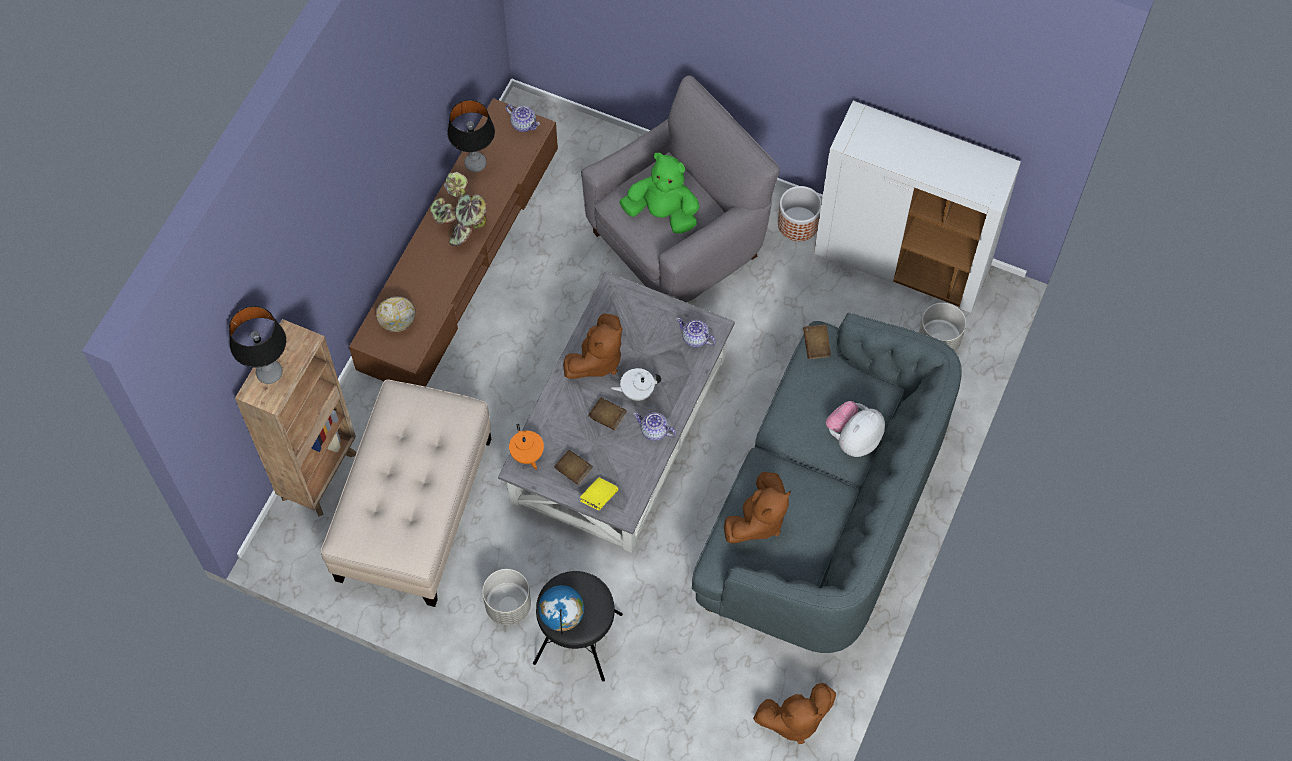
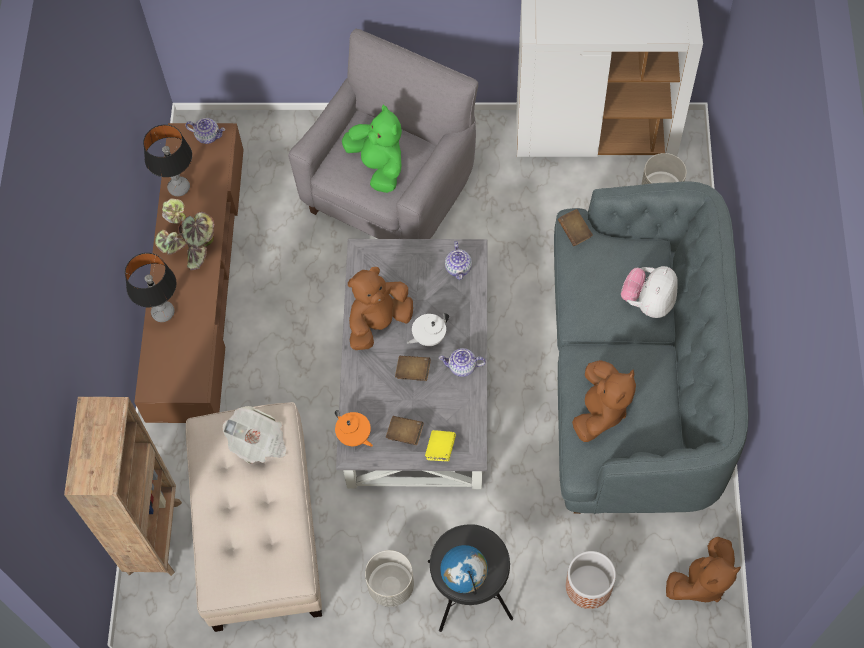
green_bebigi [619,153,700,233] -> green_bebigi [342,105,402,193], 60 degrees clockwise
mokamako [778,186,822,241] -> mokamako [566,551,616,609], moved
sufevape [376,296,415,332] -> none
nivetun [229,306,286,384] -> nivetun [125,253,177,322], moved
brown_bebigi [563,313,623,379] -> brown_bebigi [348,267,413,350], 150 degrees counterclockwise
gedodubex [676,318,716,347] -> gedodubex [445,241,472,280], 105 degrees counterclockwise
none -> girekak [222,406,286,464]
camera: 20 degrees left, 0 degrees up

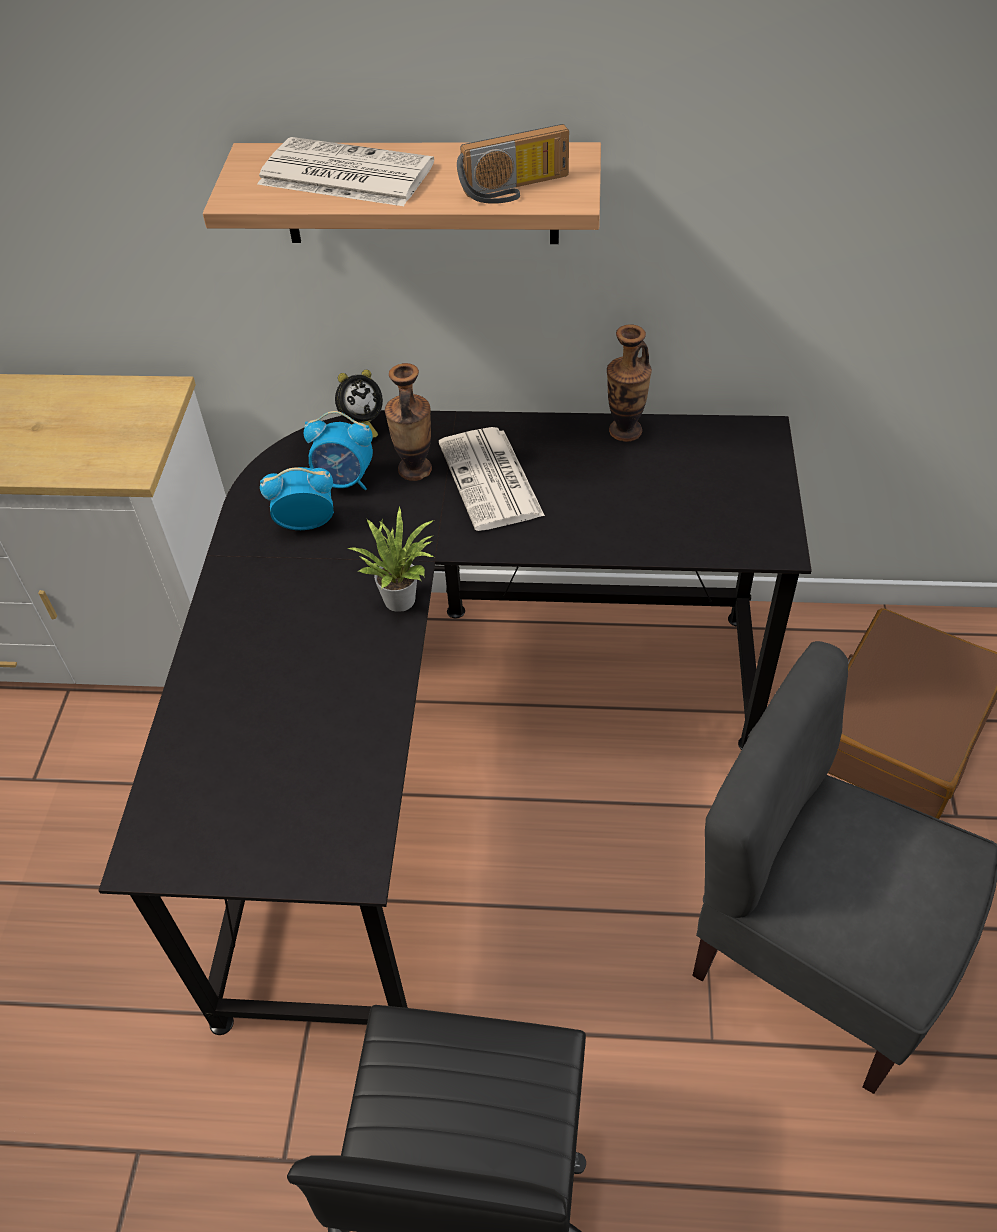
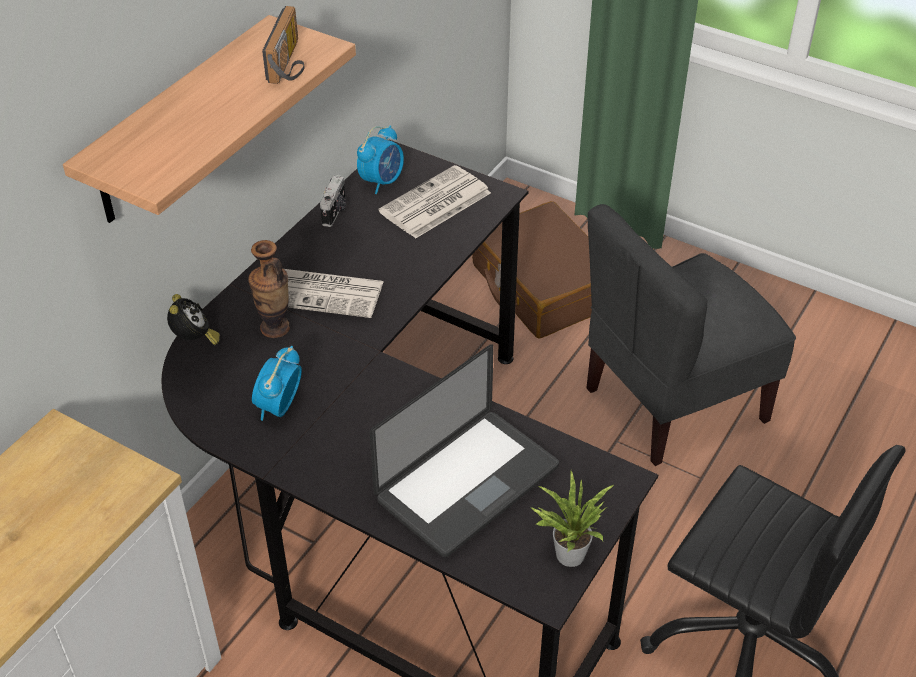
girekak [257,137,434,206] -> girekak [378,165,491,239], moved
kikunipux [607,324,652,442] -> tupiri [320,175,346,227]
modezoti [304,411,373,490] -> modezoti [357,126,404,194], moved
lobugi [348,507,434,612] -> lobugi [531,471,614,567], moved
none -> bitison [369,344,559,557]
camera: 65 degrees left, 5 degrees down

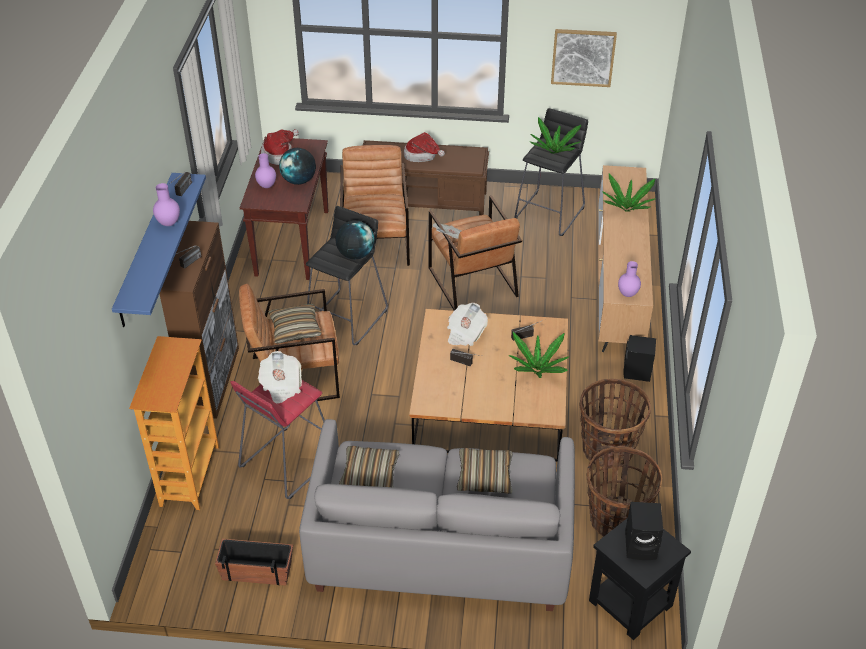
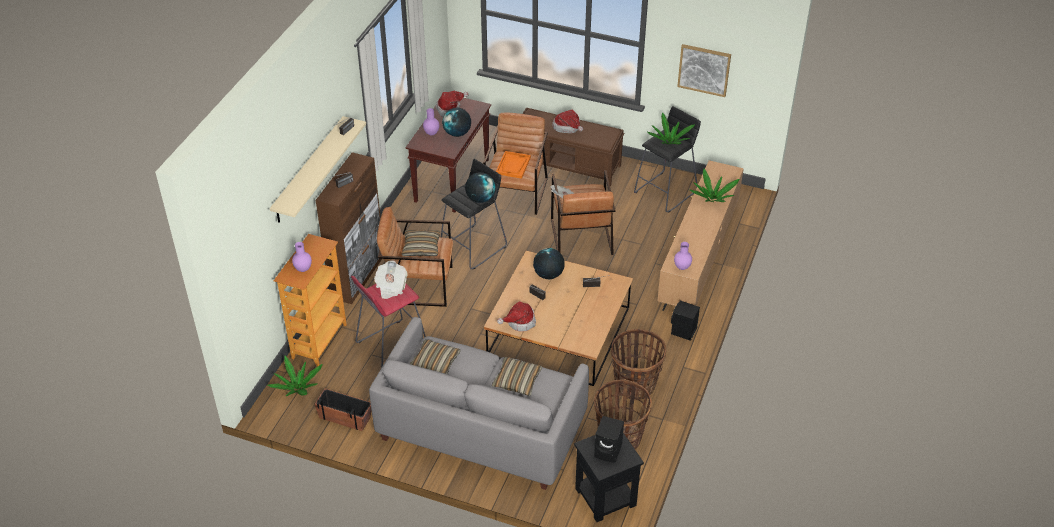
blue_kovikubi [112,173,206,327] -> beige_kovikubi [270,116,366,223]
purple_kikunipux [153,183,180,226] -> purple_kikunipux [292,242,312,272], moved
girekak [447,303,488,346] -> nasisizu [533,248,565,279]
lobugi [509,332,569,378] -> lobugi [267,356,323,396], moved
none -> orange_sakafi [496,151,531,179]
none -> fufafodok [497,301,536,332]
camera: 15 degrees right, 0 degrees up

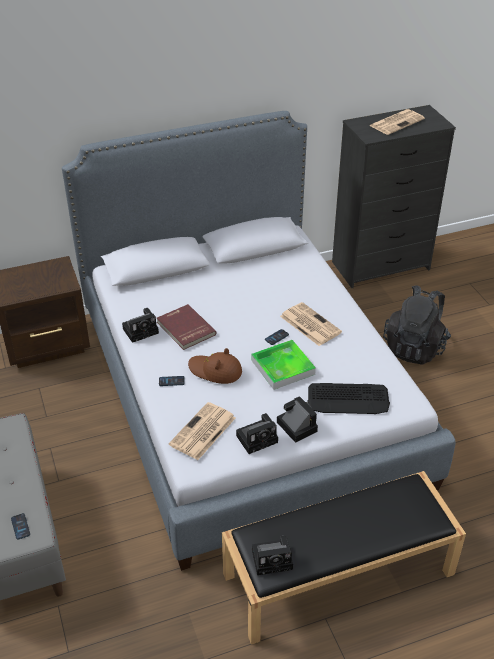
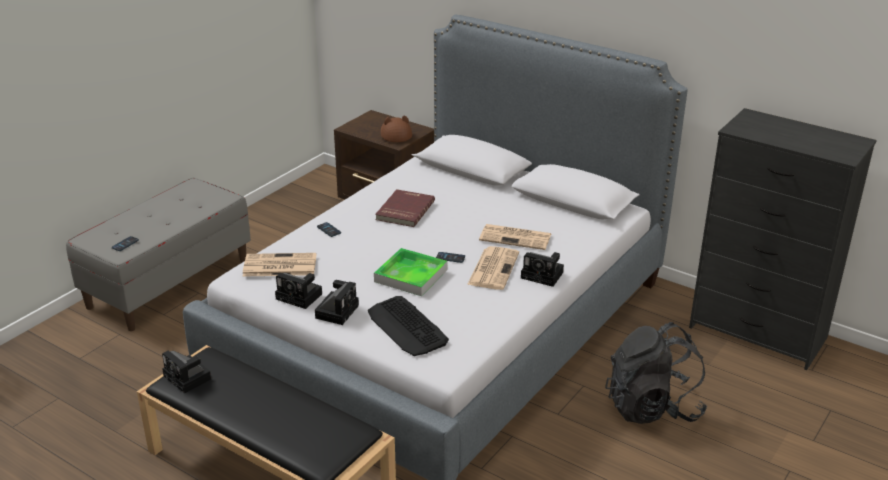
girekak [369,109,425,135] -> girekak [479,224,551,250], moved
tupiri [122,308,159,343] -> tupiri [521,252,564,287], moved
brown_fufafodok [188,348,242,384] -> brown_fufafodok [381,115,412,142], moved
camera: 55 degrees right, 10 degrees down

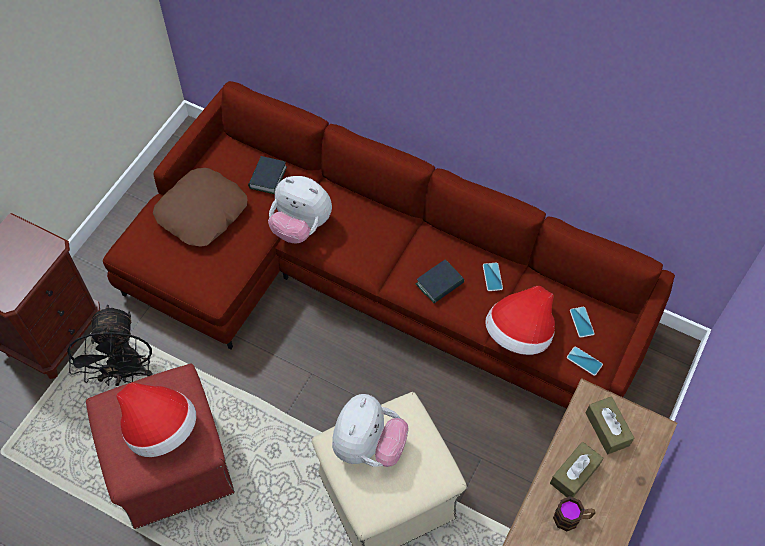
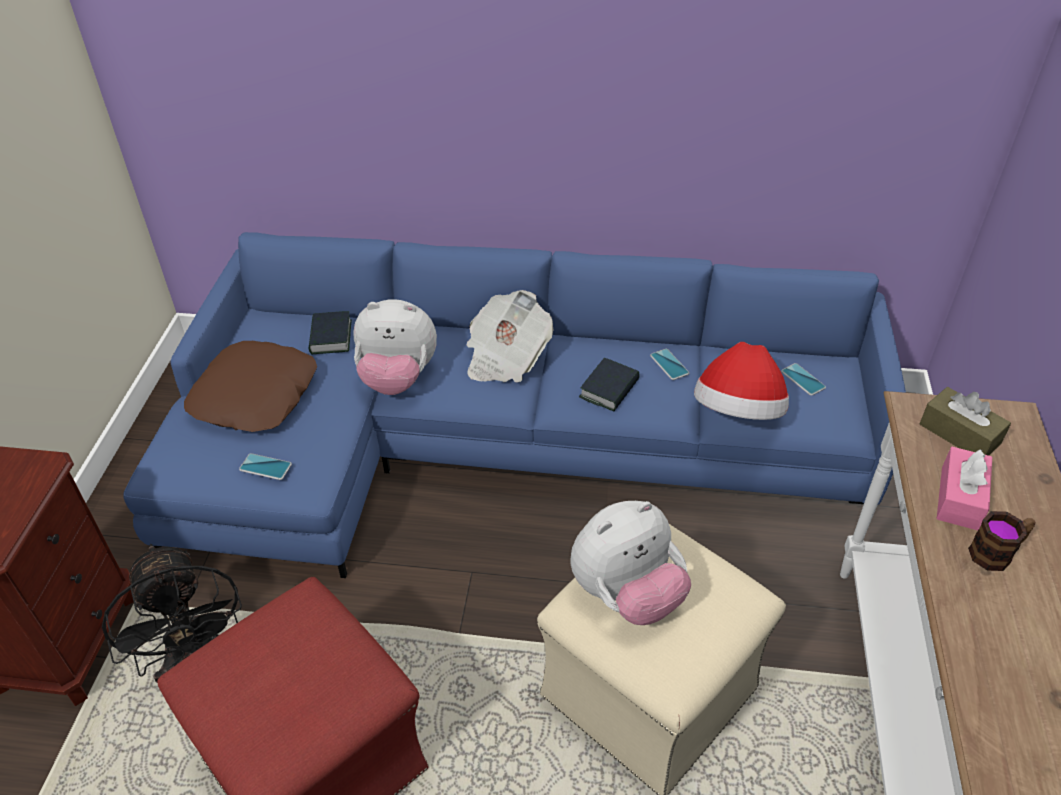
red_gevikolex [103,81,675,409] -> blue_gevikolex [123,232,906,578]
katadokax [567,346,603,376] -> katadokax [239,453,292,480], moved
fufafodok [116,383,196,457] -> none
bebigi [332,394,409,467] -> bebigi [571,501,691,625], 60 degrees clockwise
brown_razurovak [550,442,603,497] -> pink_razurovak [937,447,992,530]
none -> girekak [466,290,554,383]
camera: 20 degrees left, 15 degrees down

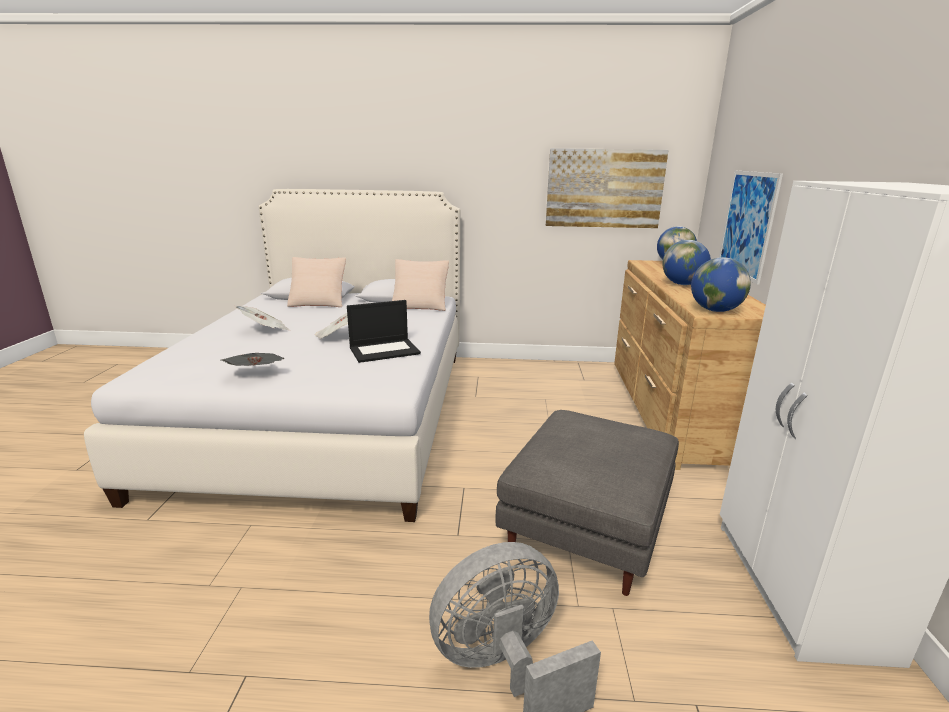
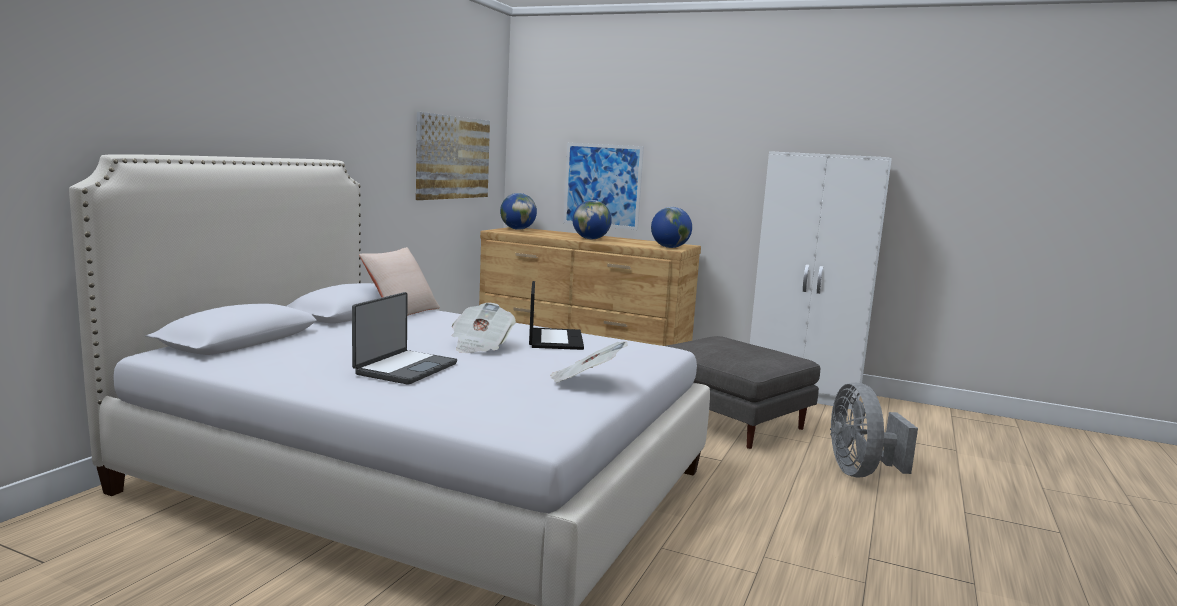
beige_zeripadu [287,257,346,307] -> none
girekak [234,306,290,330] -> bitison [352,292,457,385]
camera: 70 degrees left, 10 degrees down

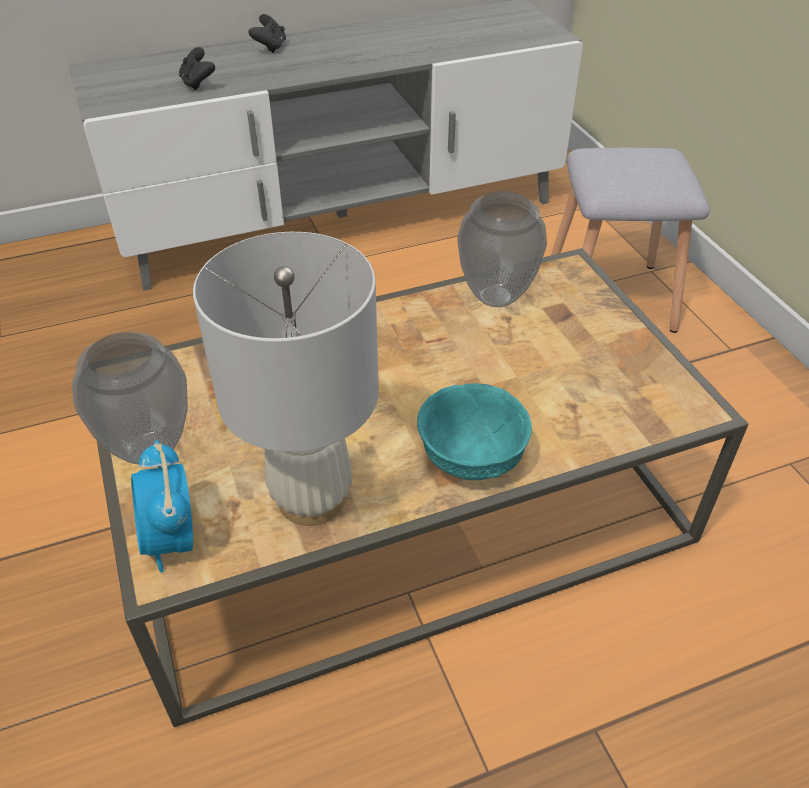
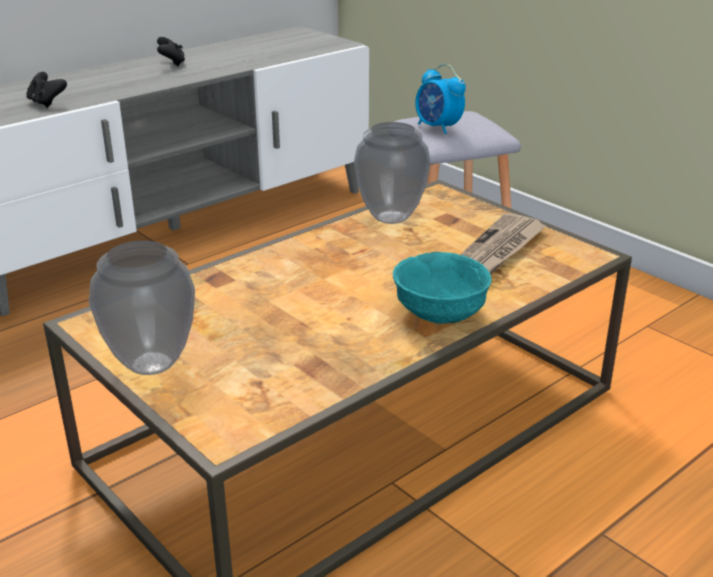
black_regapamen [249,14,286,53] -> black_regapamen [157,37,185,66], moved
white_nivetun [193,232,379,526] -> none
modezoti [131,440,193,572] -> modezoti [415,64,466,134], moved
none -> girekak [460,213,547,275]
camera: 20 degrees left, 15 degrees down

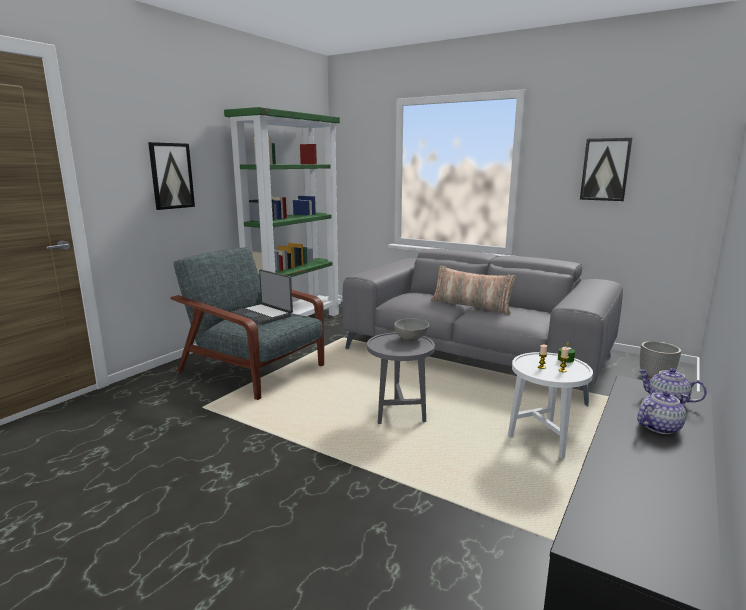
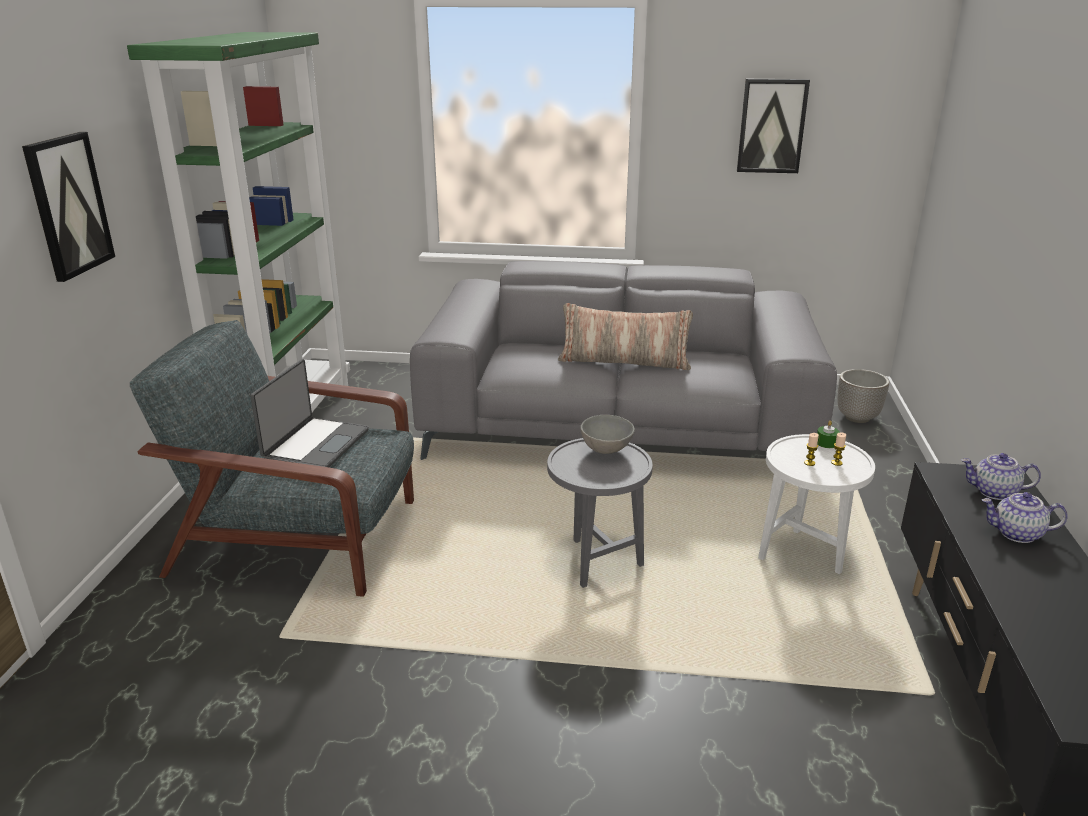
bitison [231,269,293,325] -> bitison [251,359,369,467], 90 degrees counterclockwise
gedodubex [637,391,689,434] -> gedodubex [982,492,1068,543], 120 degrees counterclockwise
camera: 25 degrees left, 10 degrees up

